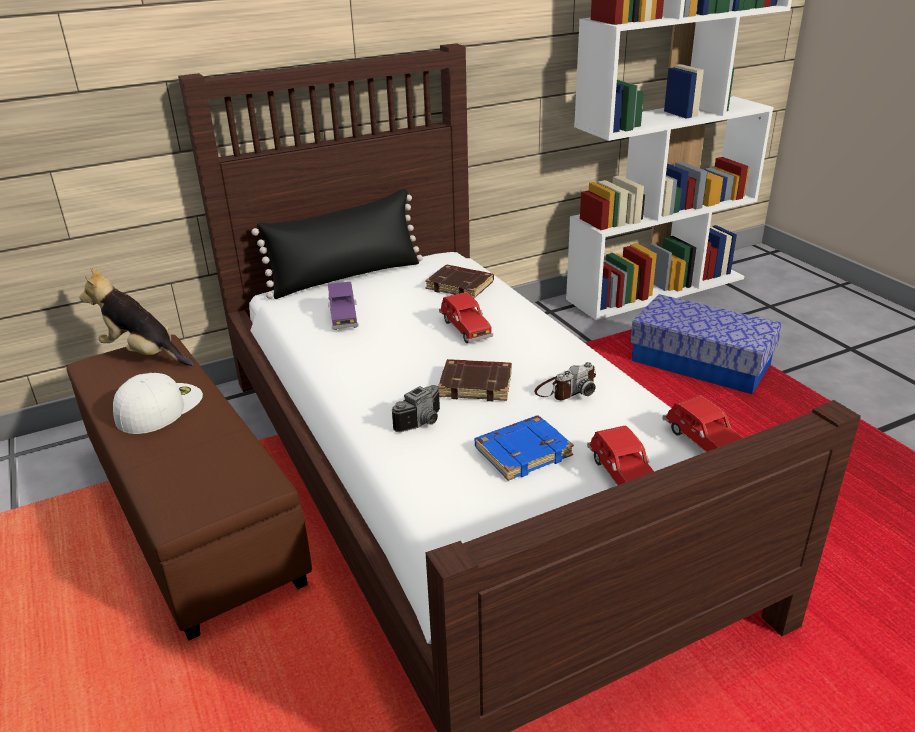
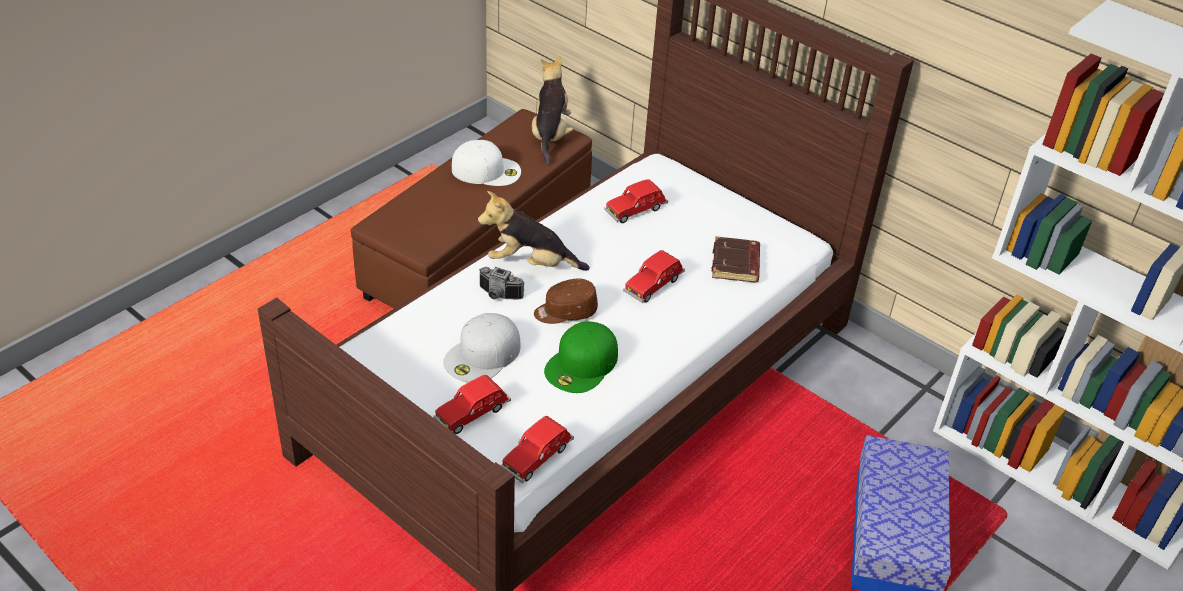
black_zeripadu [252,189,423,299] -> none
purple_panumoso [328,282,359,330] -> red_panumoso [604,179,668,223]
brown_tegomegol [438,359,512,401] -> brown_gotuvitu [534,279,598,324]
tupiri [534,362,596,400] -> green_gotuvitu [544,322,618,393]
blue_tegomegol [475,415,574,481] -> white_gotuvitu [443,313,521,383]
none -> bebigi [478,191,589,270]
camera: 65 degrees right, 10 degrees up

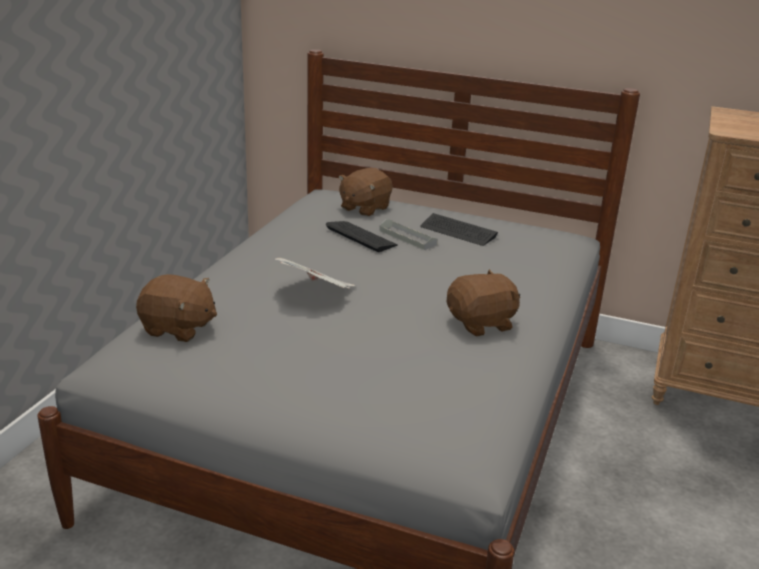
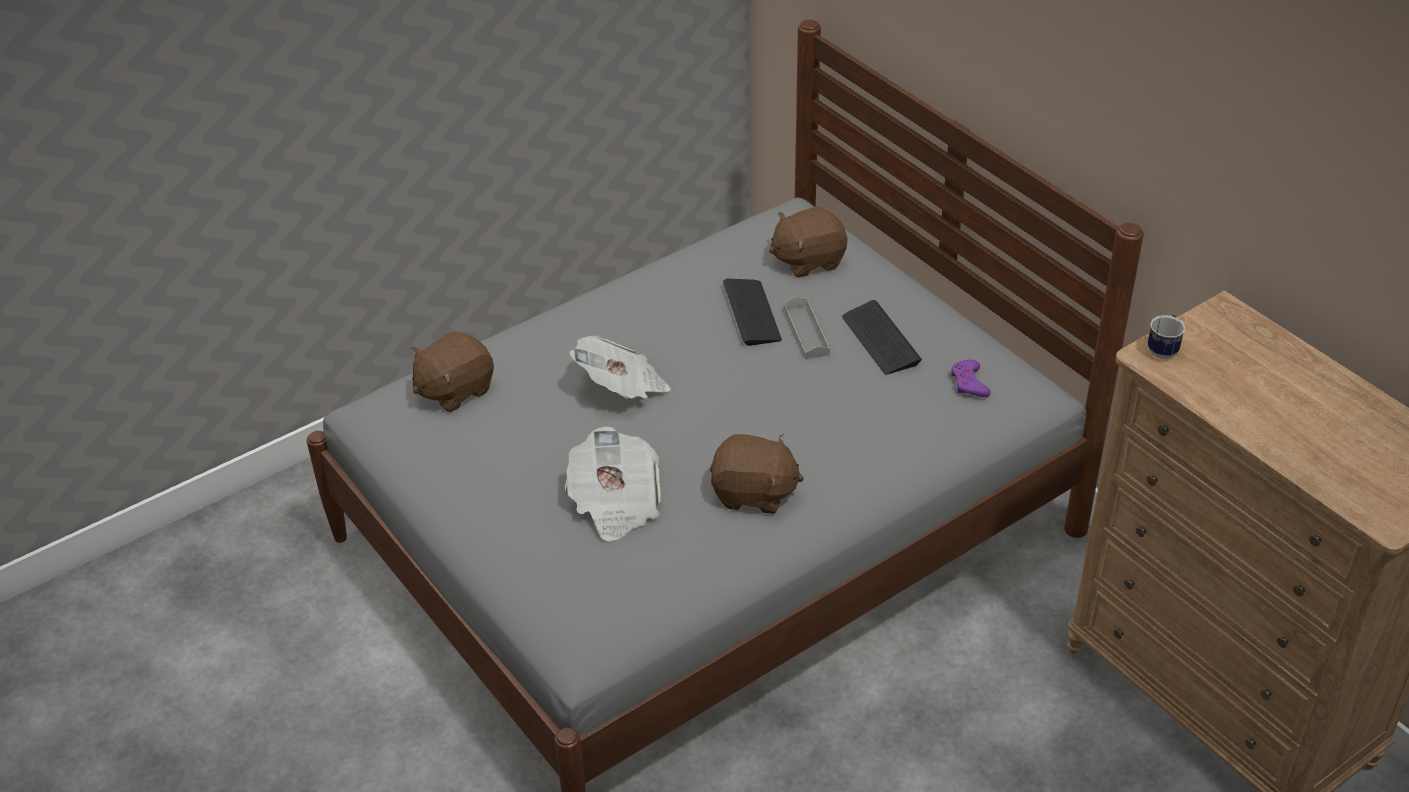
brown_bebigi [136,274,217,342] -> brown_bebigi [411,331,494,412], 90 degrees clockwise
none -> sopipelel [1148,315,1186,359]
none -> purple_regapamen [951,360,991,397]
none -> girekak [565,426,661,542]
camera: 35 degrees right, 15 degrees up

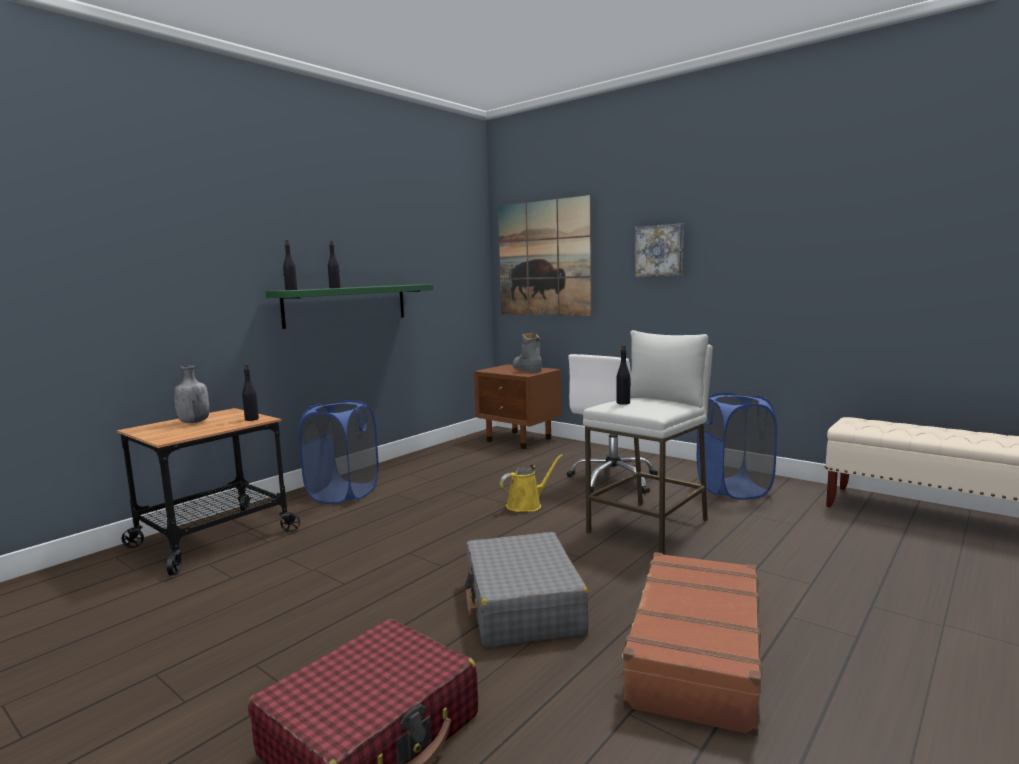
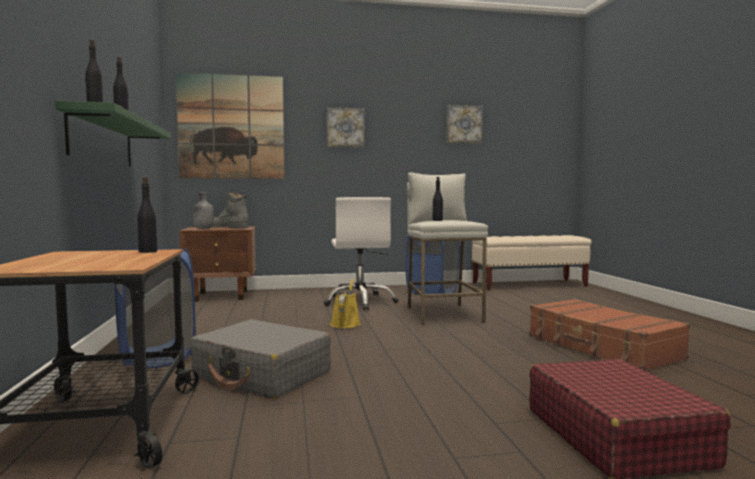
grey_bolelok [174,365,209,423] -> grey_bolelok [193,193,214,229], moved
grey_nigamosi [465,532,589,648] -> grey_nigamosi [190,319,331,399], moved
none -> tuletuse [446,105,483,143]
camera: 50 degrees left, 5 degrees down

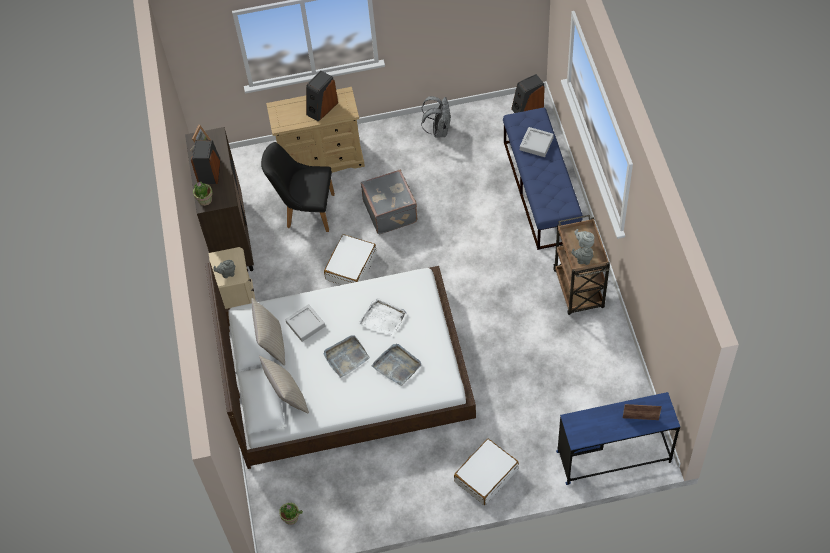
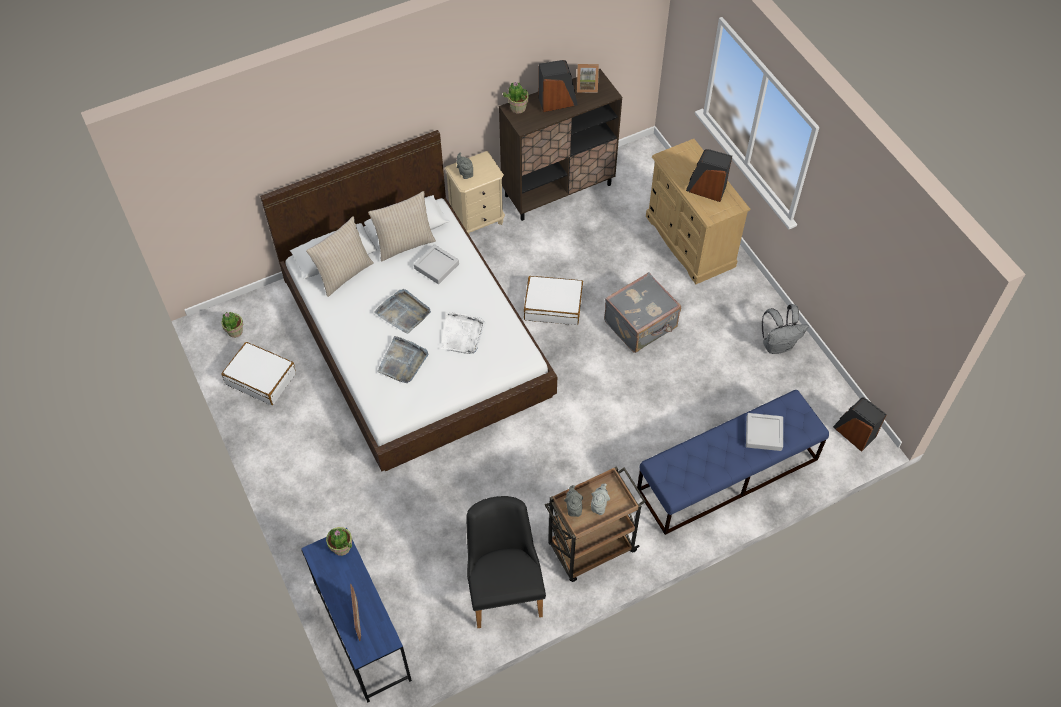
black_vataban [261,142,335,232] -> black_vataban [466,496,546,629], moved
white_nigamosi [454,439,519,505] -> white_nigamosi [221,342,296,405], moved
none -> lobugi [326,527,352,556]
camera: 70 degrees right, 0 degrees up

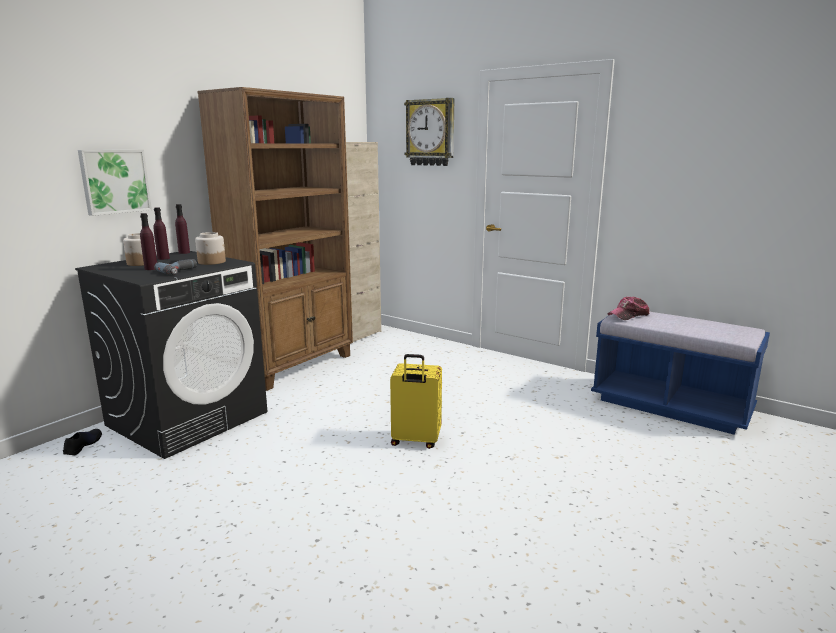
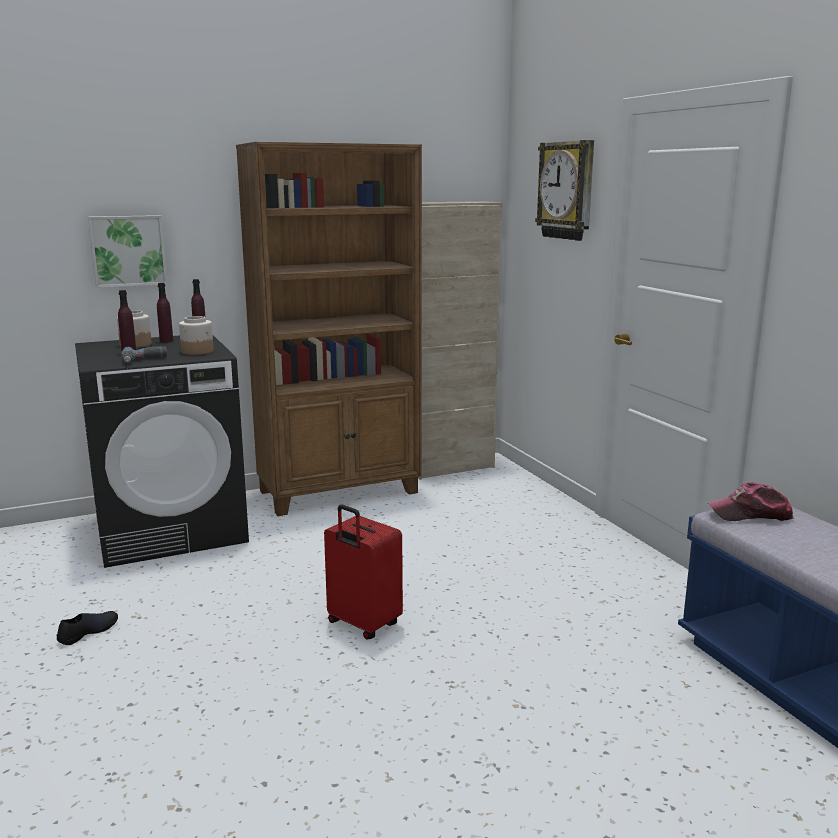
yellow_nigamosi [390,354,442,449] -> red_nigamosi [324,504,403,640]
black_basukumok [63,429,102,455] -> black_basukumok [56,611,118,645], moved
camera: 30 degrees right, 0 degrees up

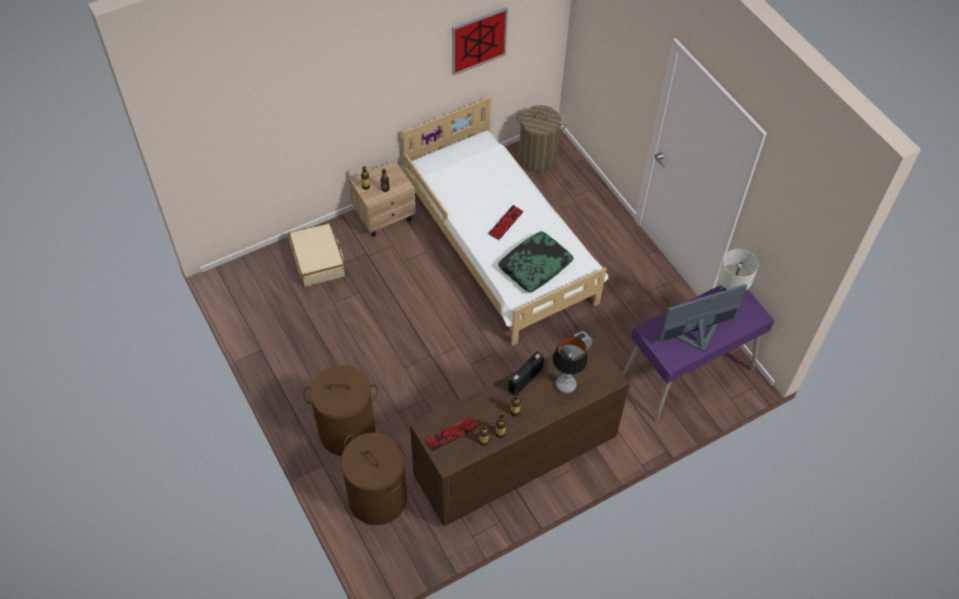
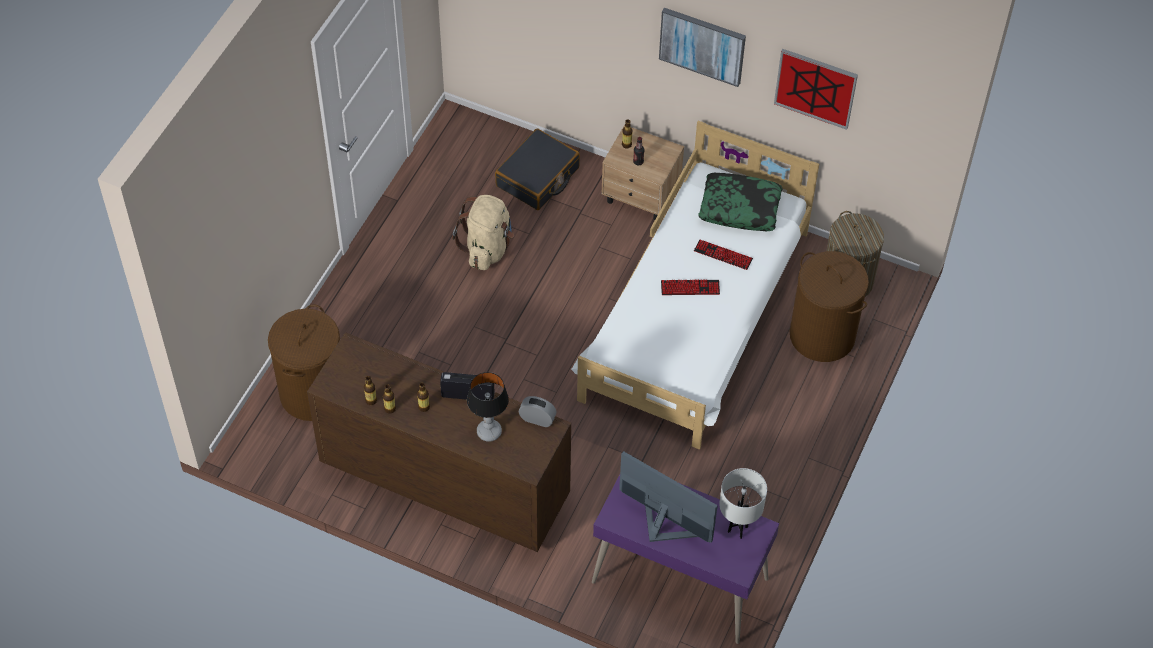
beige_nigamosi [288,223,346,287] -> black_nigamosi [495,129,580,210]
zeripadu [498,231,574,292] -> zeripadu [698,173,783,231], moved
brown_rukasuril [303,365,378,456] -> brown_rukasuril [790,251,869,362], moved
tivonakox [425,416,480,452] -> tivonakox [694,240,753,270], moved
none -> tuletuse [659,8,746,87]
none -> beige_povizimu [452,195,514,270]
camera: 55 degrees right, 0 degrees up

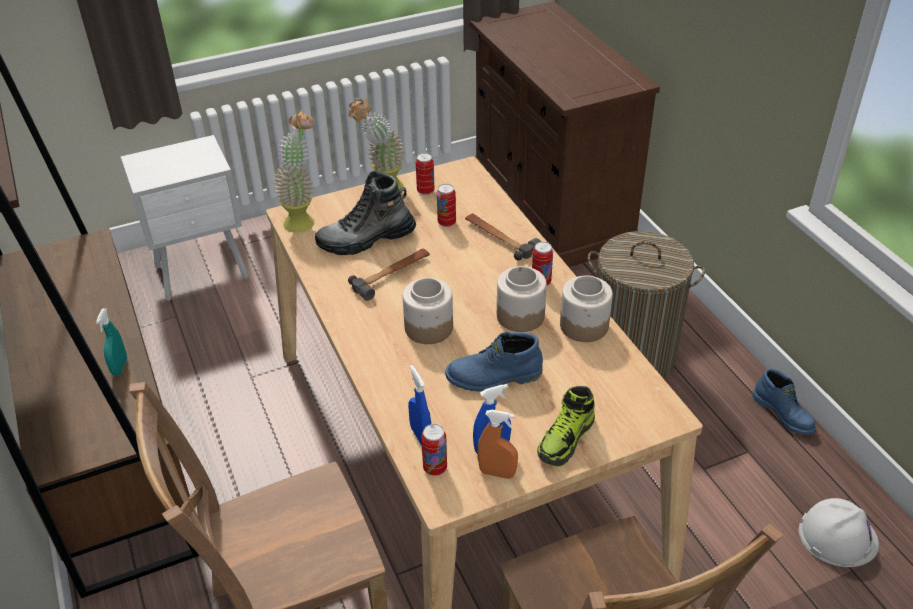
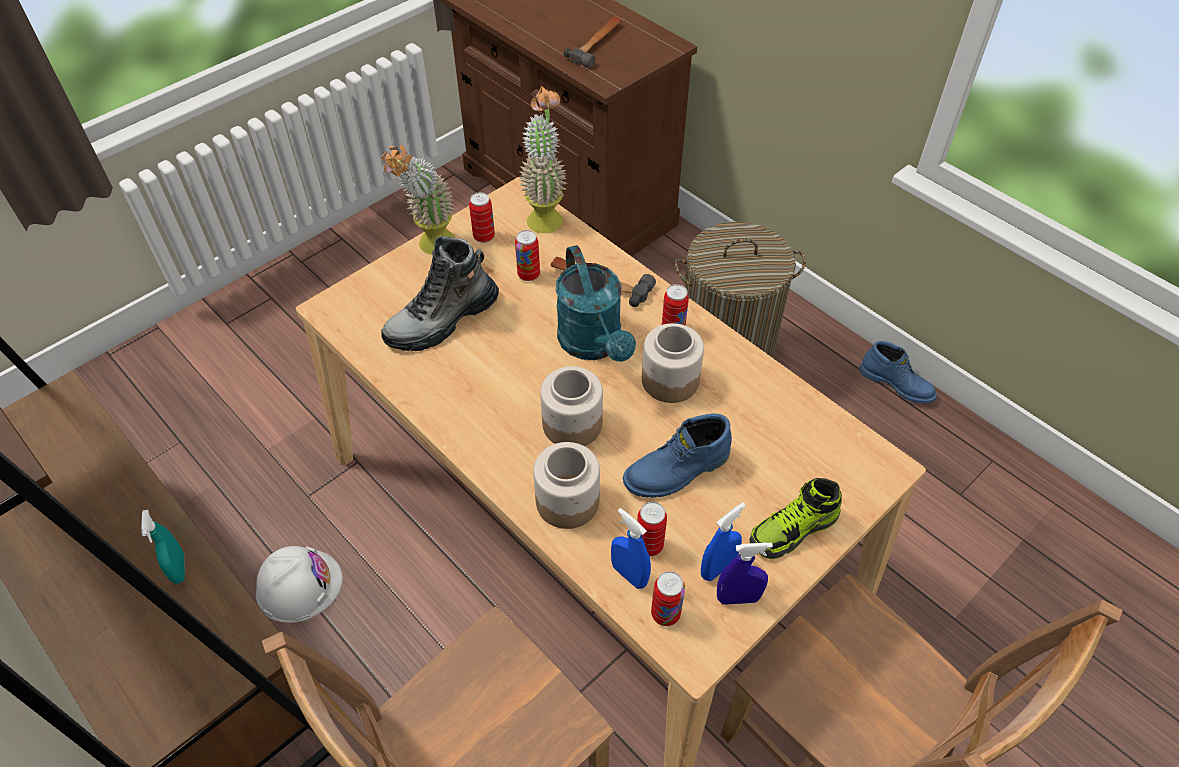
lobugi [273,110,314,233] -> lobugi [519,86,567,233], moved
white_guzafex [120,135,249,301] -> none
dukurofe [348,249,430,301] -> dukurofe [564,17,623,68], moved
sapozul [560,275,613,342] -> sapozul [533,442,600,529], moved
basukumok [537,386,595,467] -> basukumok [749,478,842,559], 45 degrees clockwise
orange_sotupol [478,410,518,479] -> blue_sotupol [717,542,773,605]
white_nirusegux [798,498,879,567] -> white_nirusegux [256,546,343,623], moved
none -> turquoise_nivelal [556,245,636,362]
none -> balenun [637,502,667,556]
camera: 20 degrees left, 10 degrees up

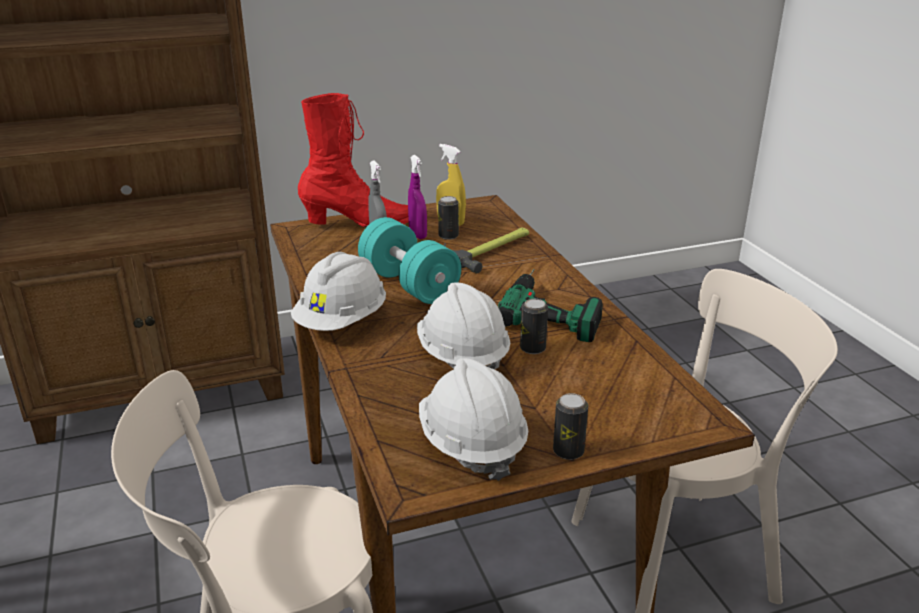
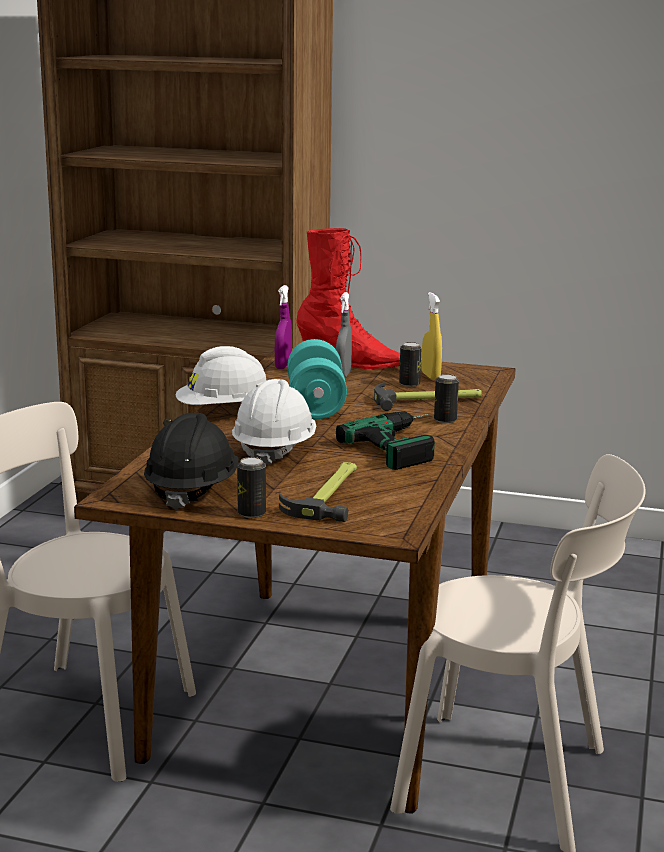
purple_sotupol [408,155,427,239] -> purple_sotupol [275,285,292,369], moved
balenun [520,299,548,354] -> balenun [434,374,459,423], moved
white_nirusegux [419,358,528,481] -> black_nirusegux [144,413,239,511]
none -> dukurofe [279,462,357,522]
camera: 35 degrees right, 10 degrees down

